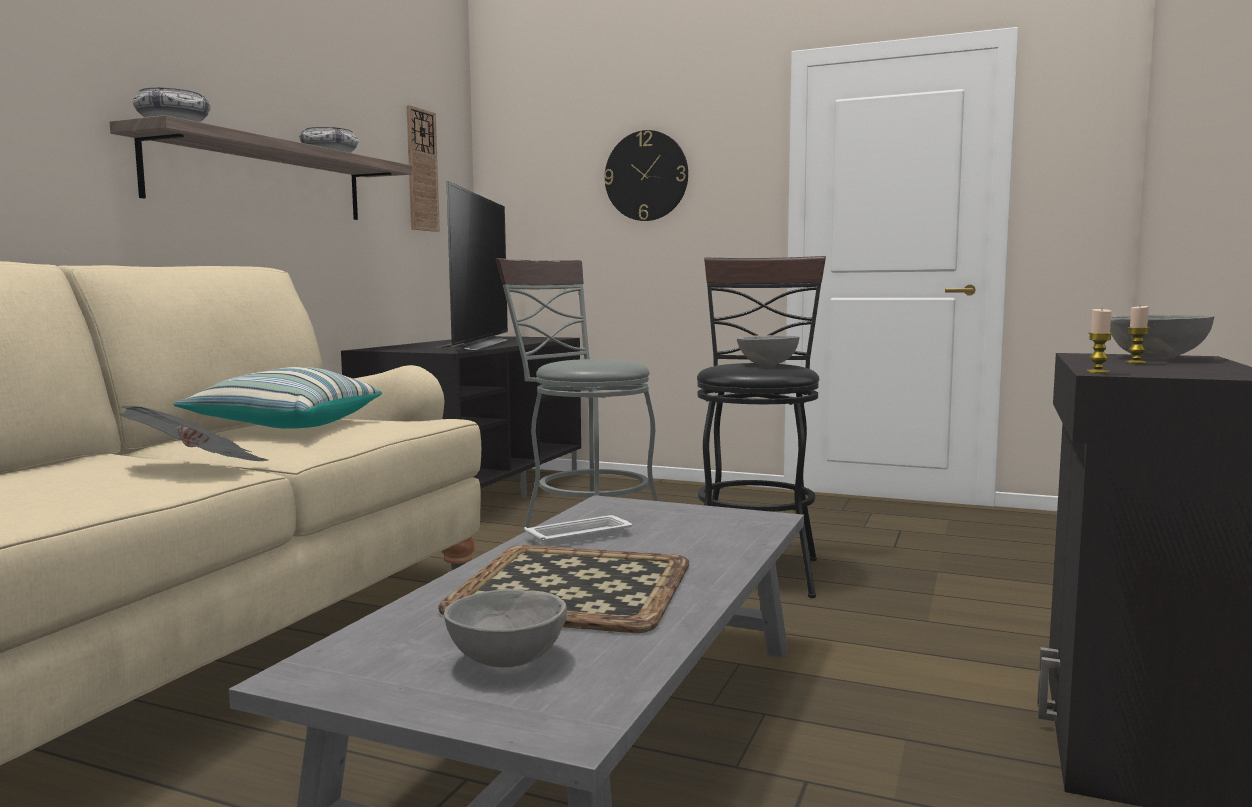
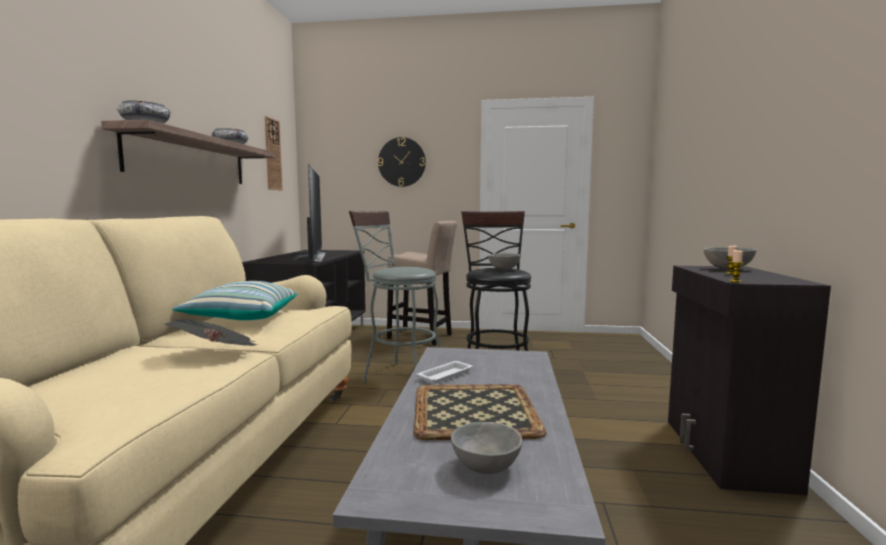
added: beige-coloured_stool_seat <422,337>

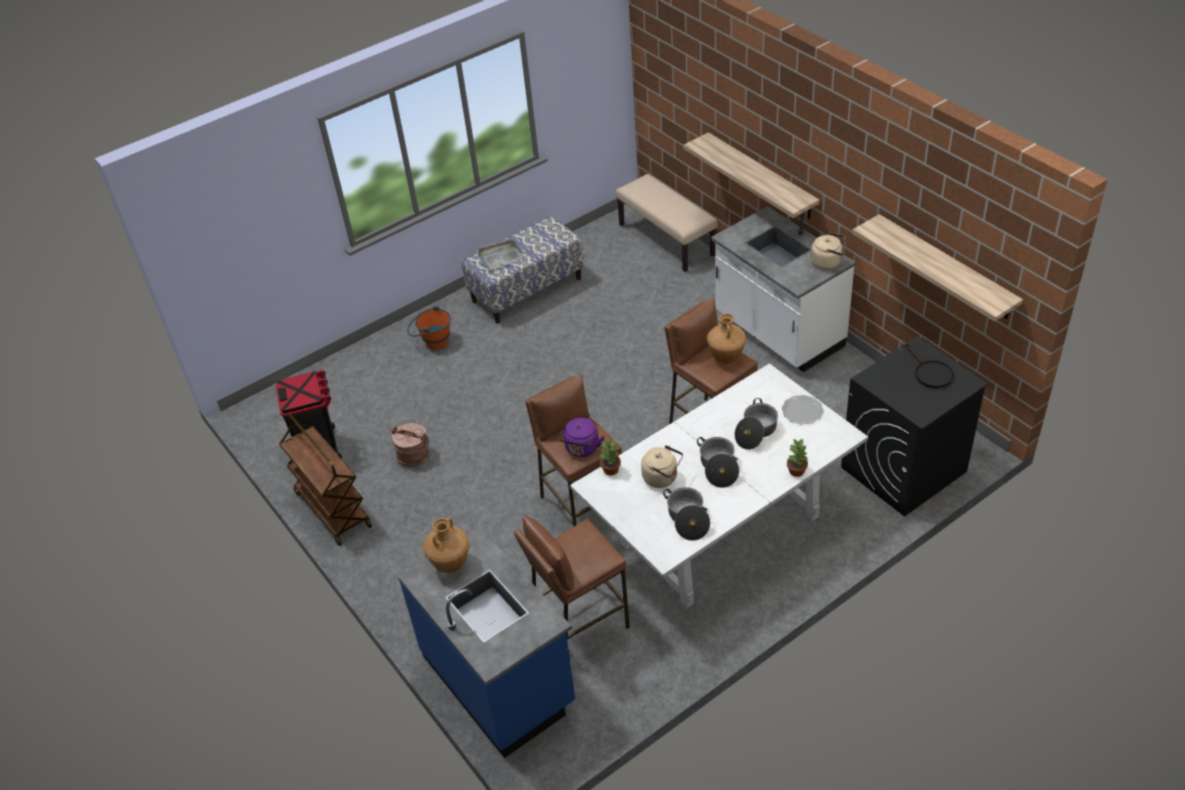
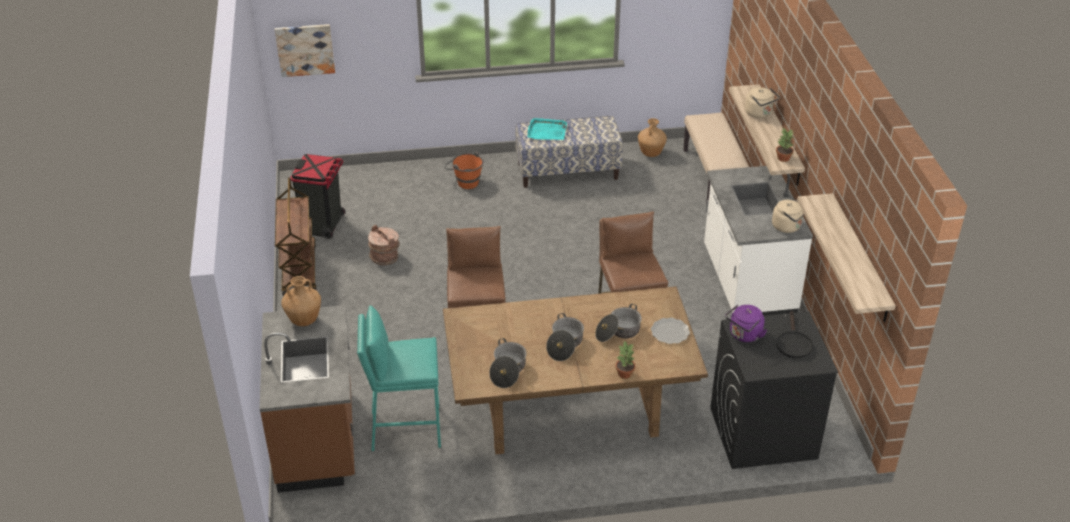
added: picture <305,49>
moved: purple_kettle <581,449> to <744,335>; houseplant <610,470> to <783,158>; beige-coloured_kettle <662,478> to <760,113>; brownish_vase <726,358> to <651,154>
recoloured: bluish_kitchen_base_unit <500,680> to brownish_kitchen_base_unit <318,438>; grey_tray <499,256> to blue-green_tray <547,131>; brownish_stool_seat <579,625> to blue-green_stool_seat <405,428>; white-coloured_dining_table <719,531> to brownish_dining_table <568,410>

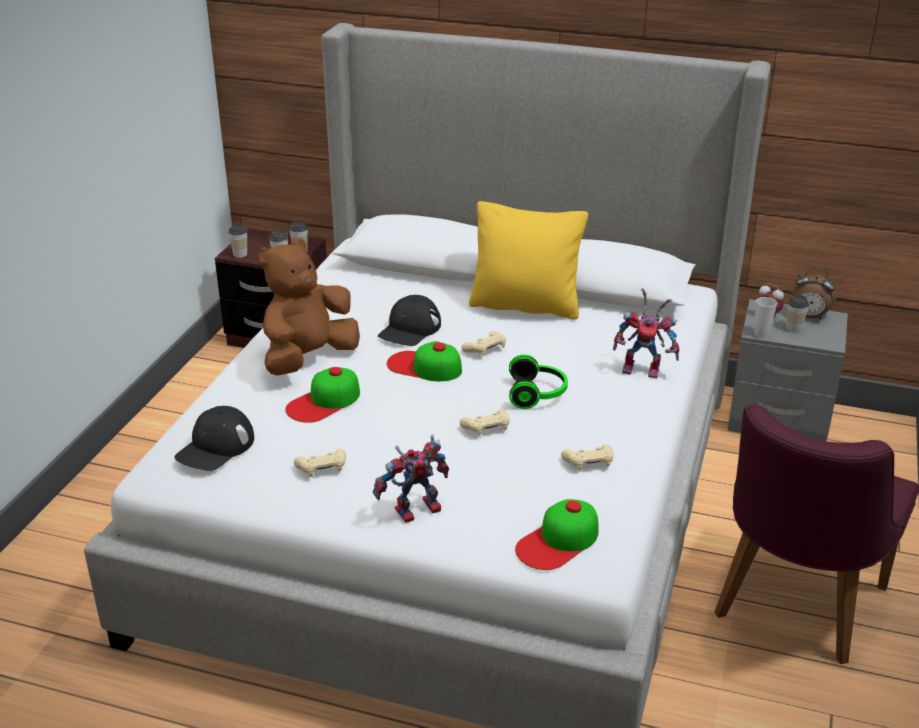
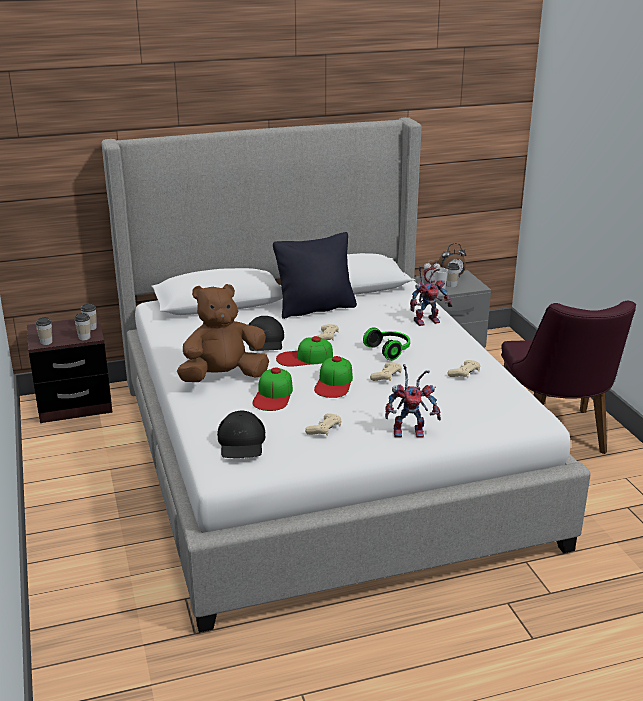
moved: cap <558,541> to <334,383>
recoloured: yellowish_cushion <525,306> to black_cushion <316,309>
turned: brownish_plush_toy <308,359> = <223,377> 60 degrees clockwise; model_robot <415,513> = <411,431> 120 degrees counterclockwise

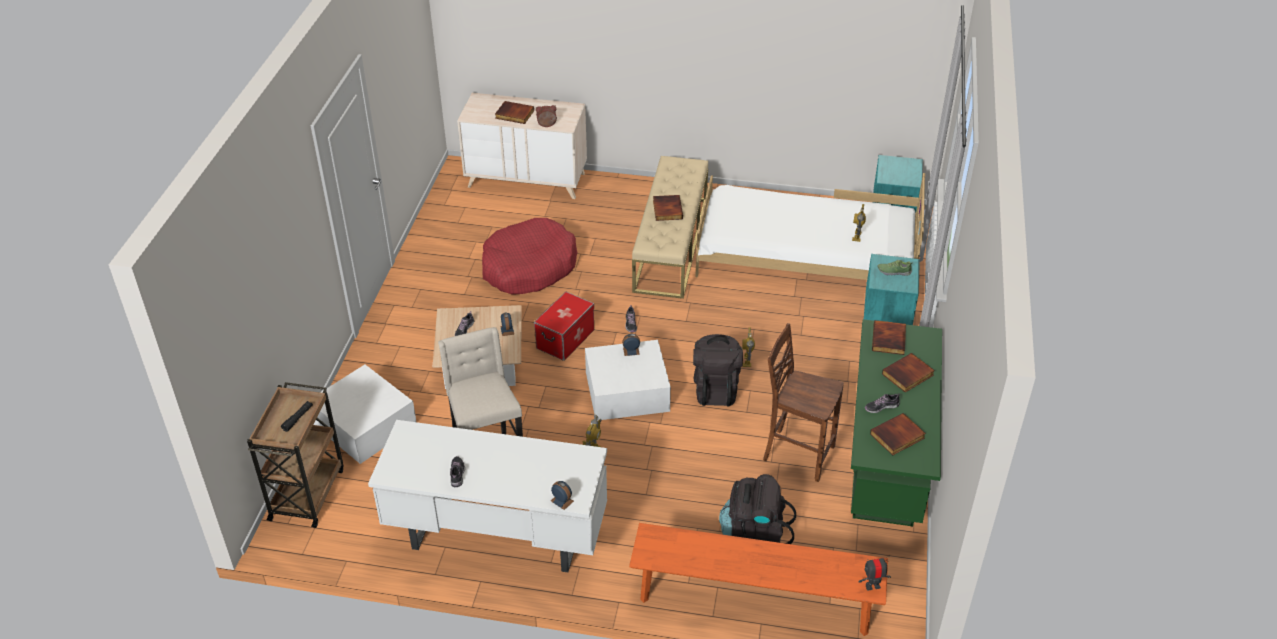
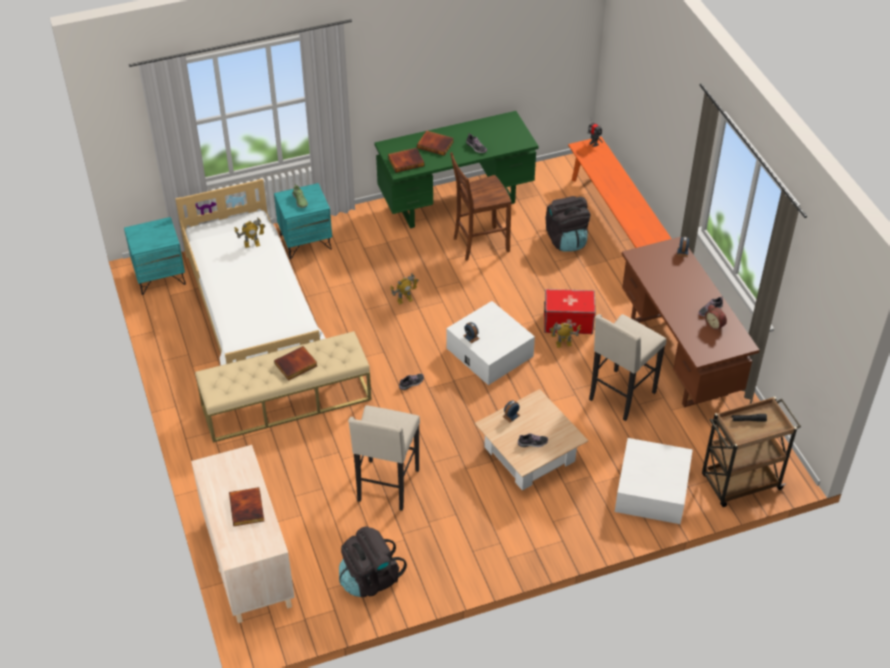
removed: book <897,437>
moved: storage_bin <565,339> to <568,323>; alarm_clock <547,125> to <715,325>; black_knapsack <715,389> to <370,579>
replaced: red_dog_bed <528,267> to beige-coloured_stool_seat <387,486>
recoloured: white-coloured_desk <496,537> to brownish_desk <679,357>
turned: brownish_upright_chair <797,453> = <479,244> 75 degrees clockwise

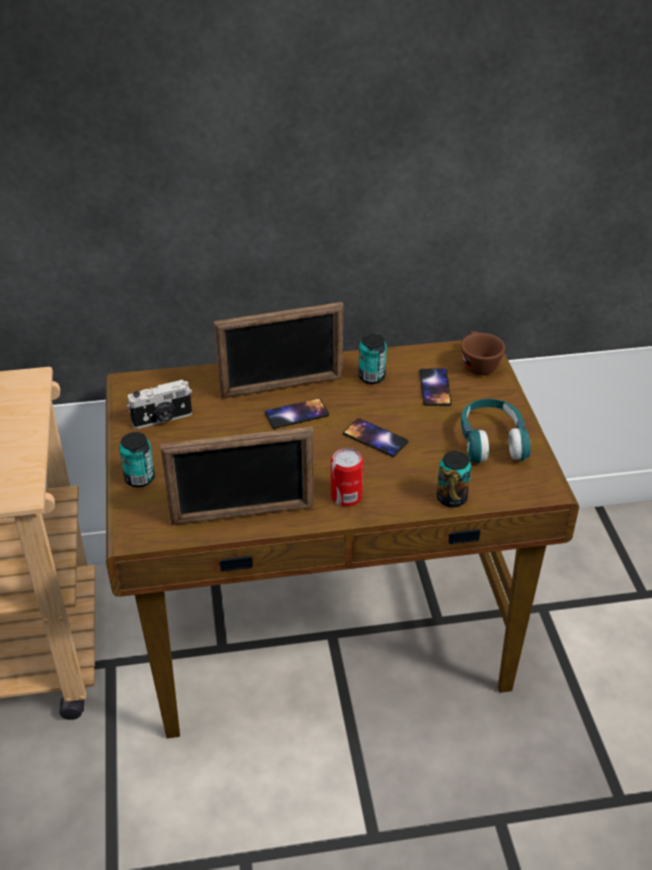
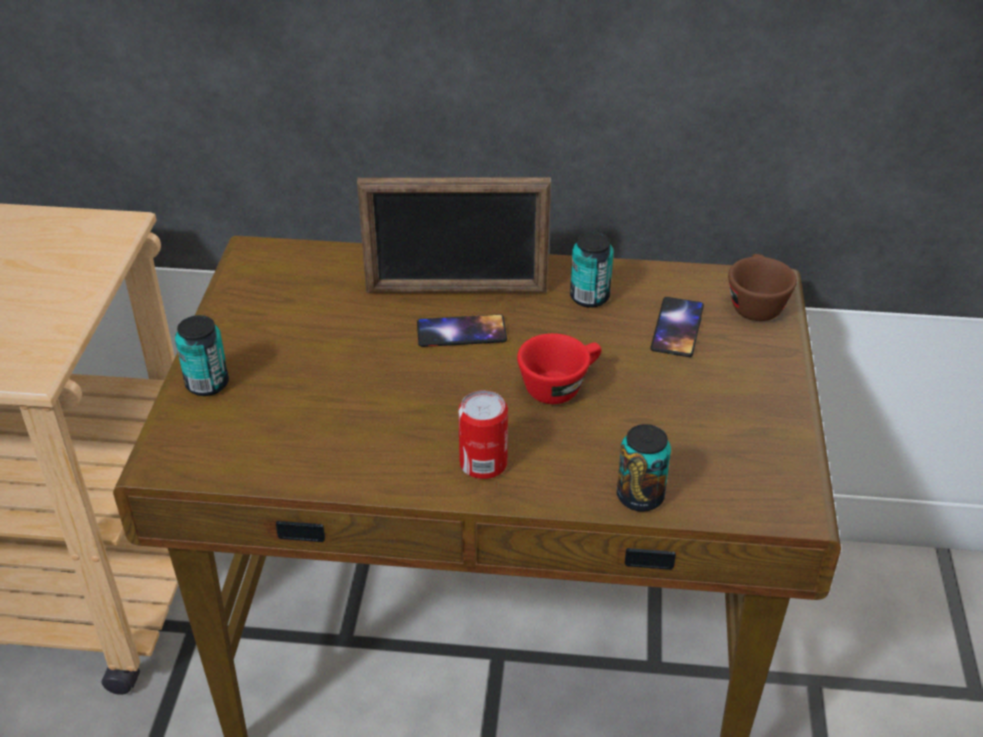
removed: photo_camera <162,419>; picture_frame <242,515>; blue-green_headphones <492,441>
replaced: telephone <375,438> to red_drinking_cup <560,385>

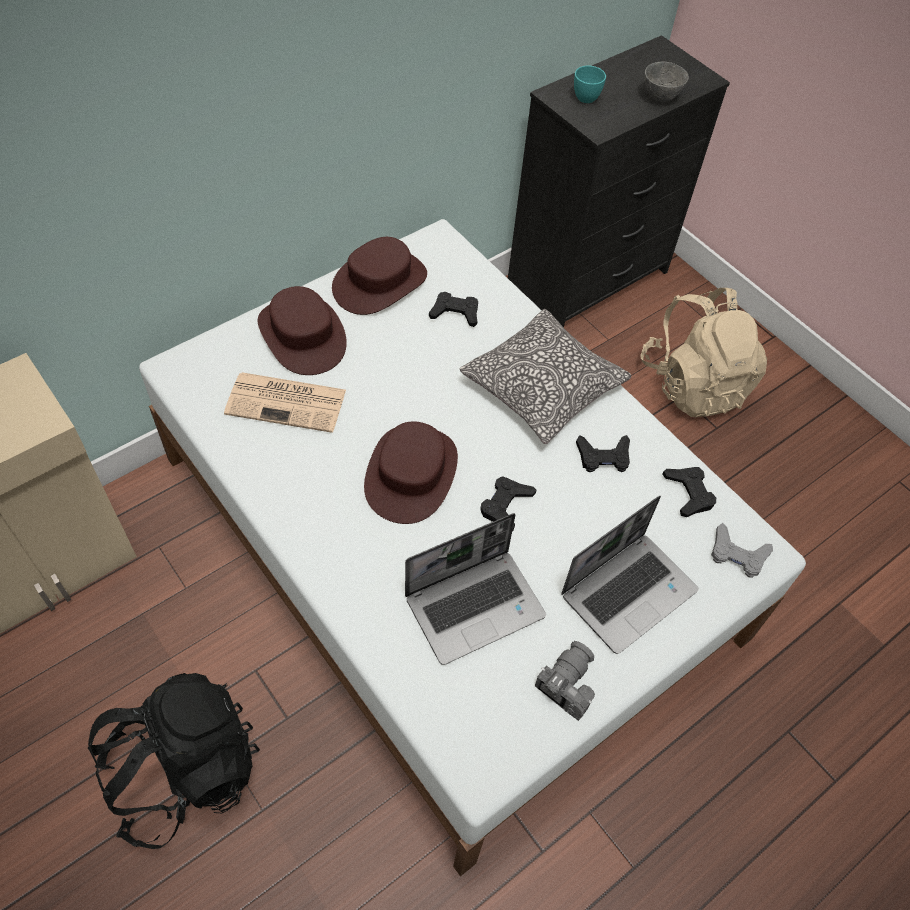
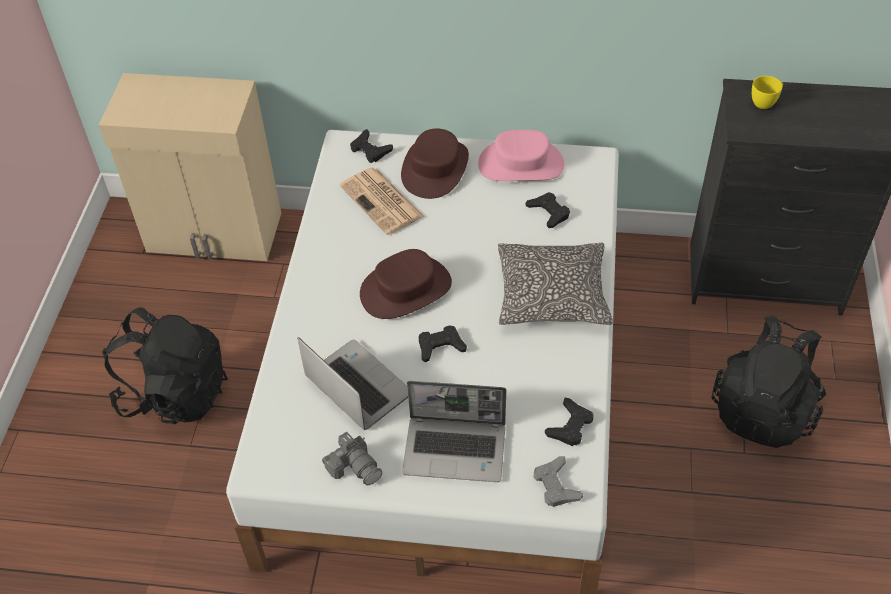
removed: grey_deep_dish <660,96>
moved: black_joypad <603,457> to <370,150>
recoloured: brownish_hat <379,282> to pinkish_hat <521,164>; blue-green_drinking_cup <586,96> to yellowish_drinking_cup <765,102>; beige-coloured_knapsack <694,383> to black_knapsack <763,409>
turned: portable_computer <475,605> = <356,386> 150 degrees counterclockwise; photo_camera <565,685> = <355,466> 60 degrees clockwise

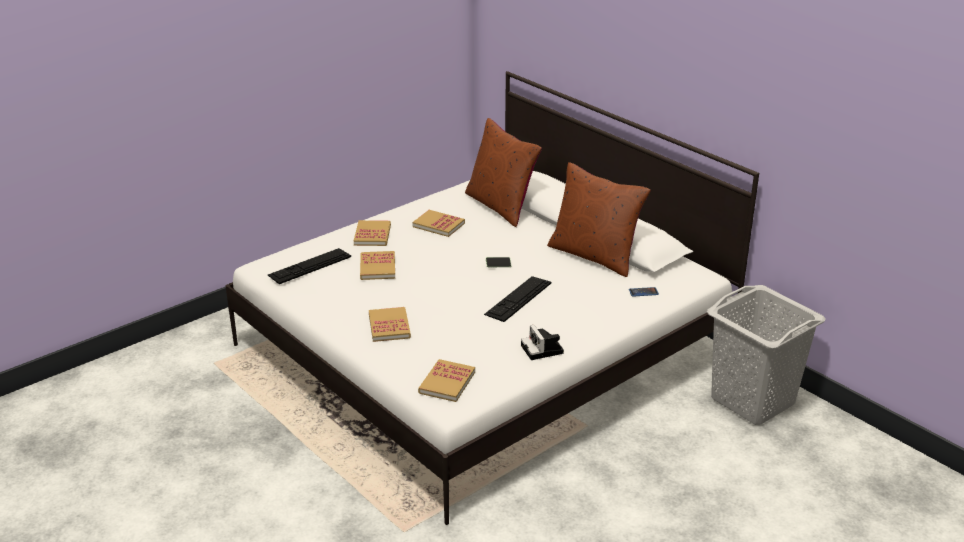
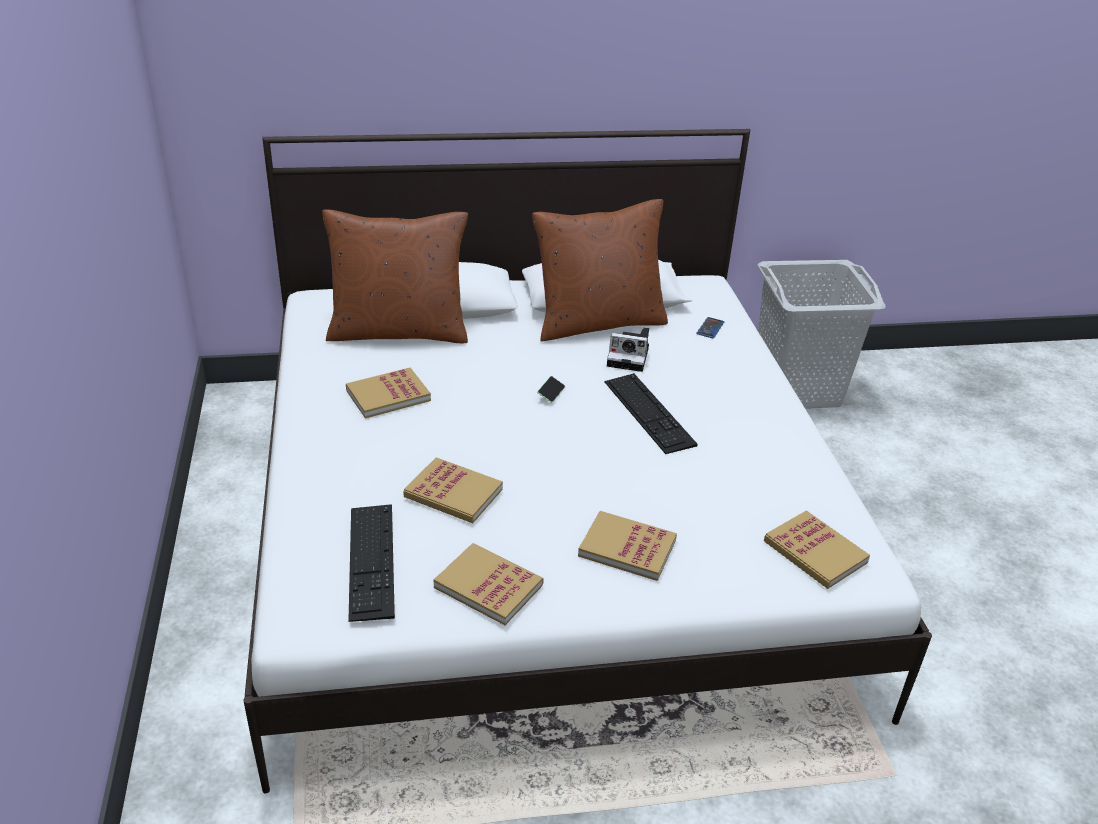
moved: book <372,235> to <488,586>; photo_camera <543,350> to <630,357>

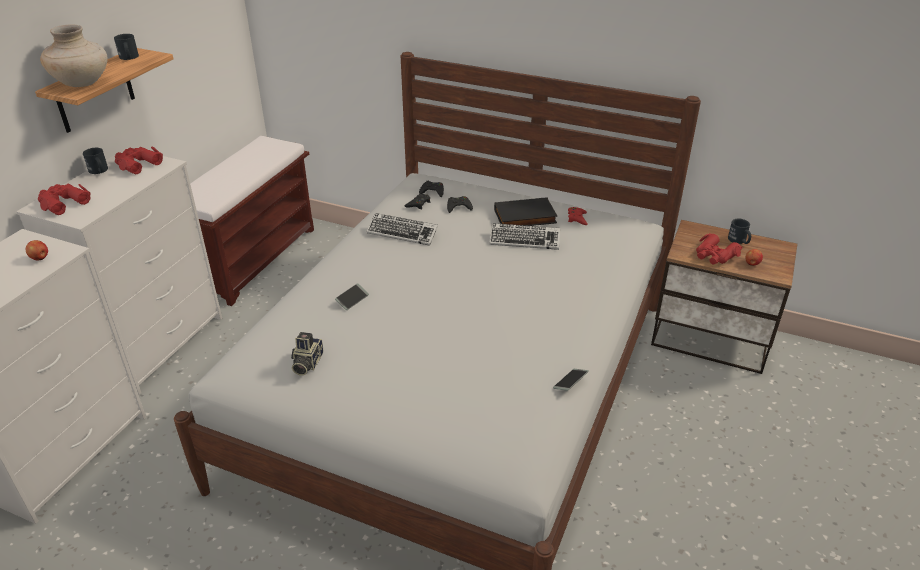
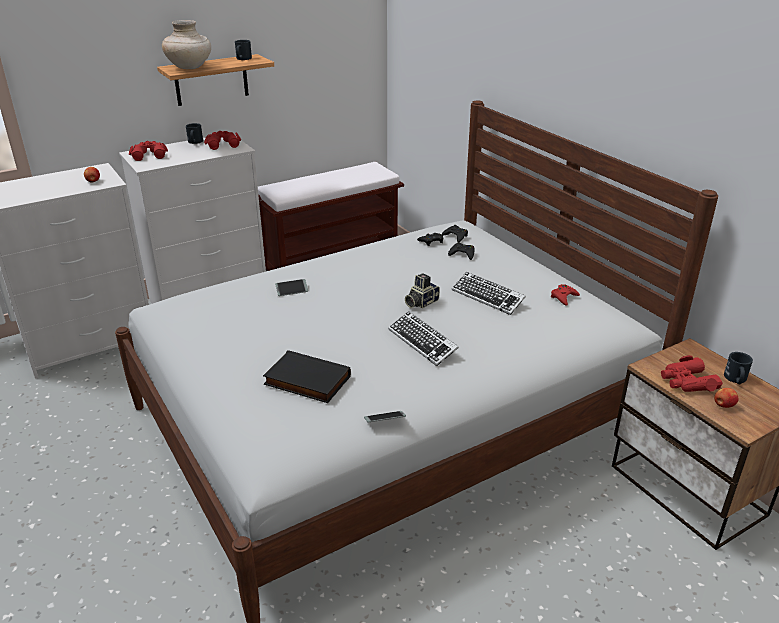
moved: photo_camera <306,363> to <420,302>; keyboard <402,233> to <422,342>; black_book <525,217> to <306,381>

